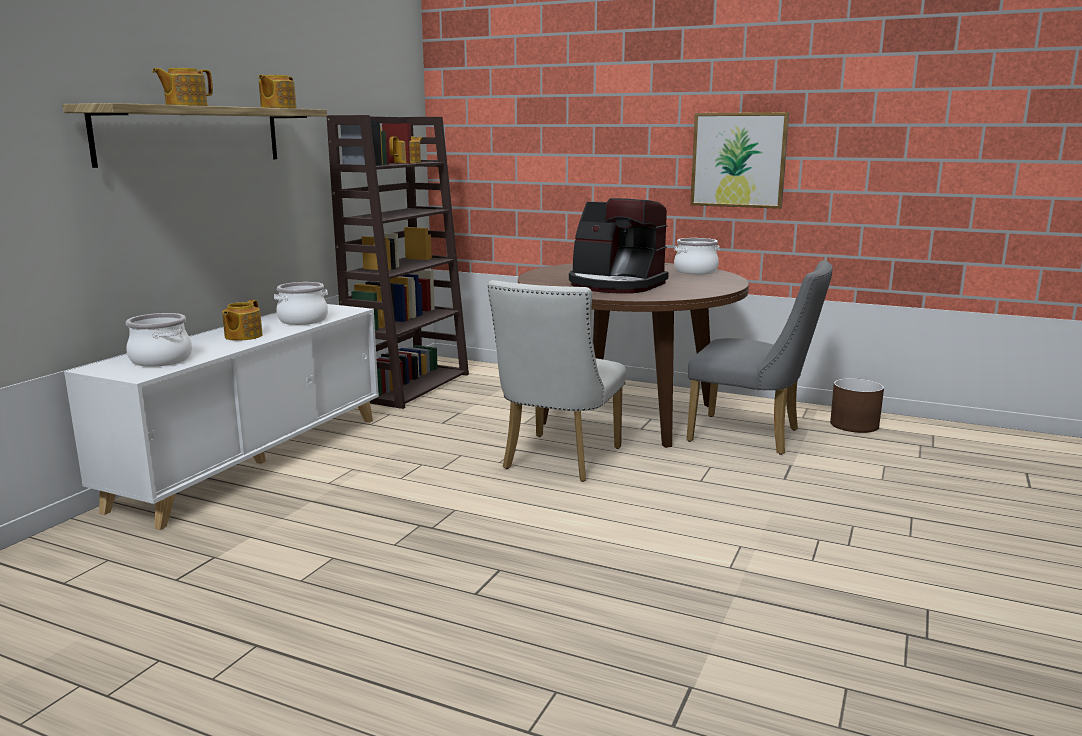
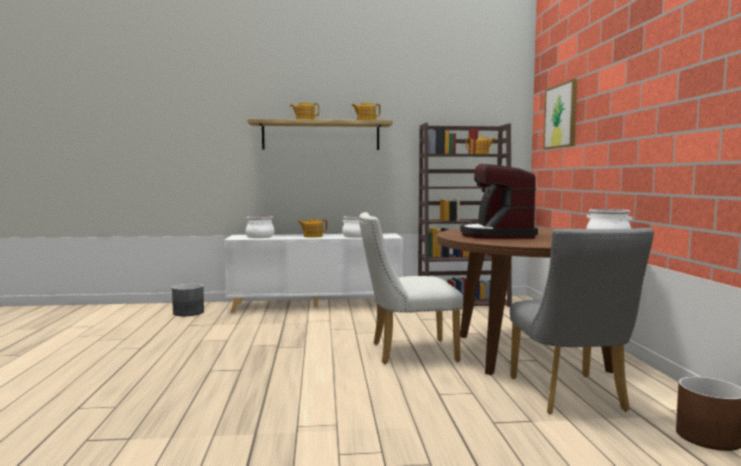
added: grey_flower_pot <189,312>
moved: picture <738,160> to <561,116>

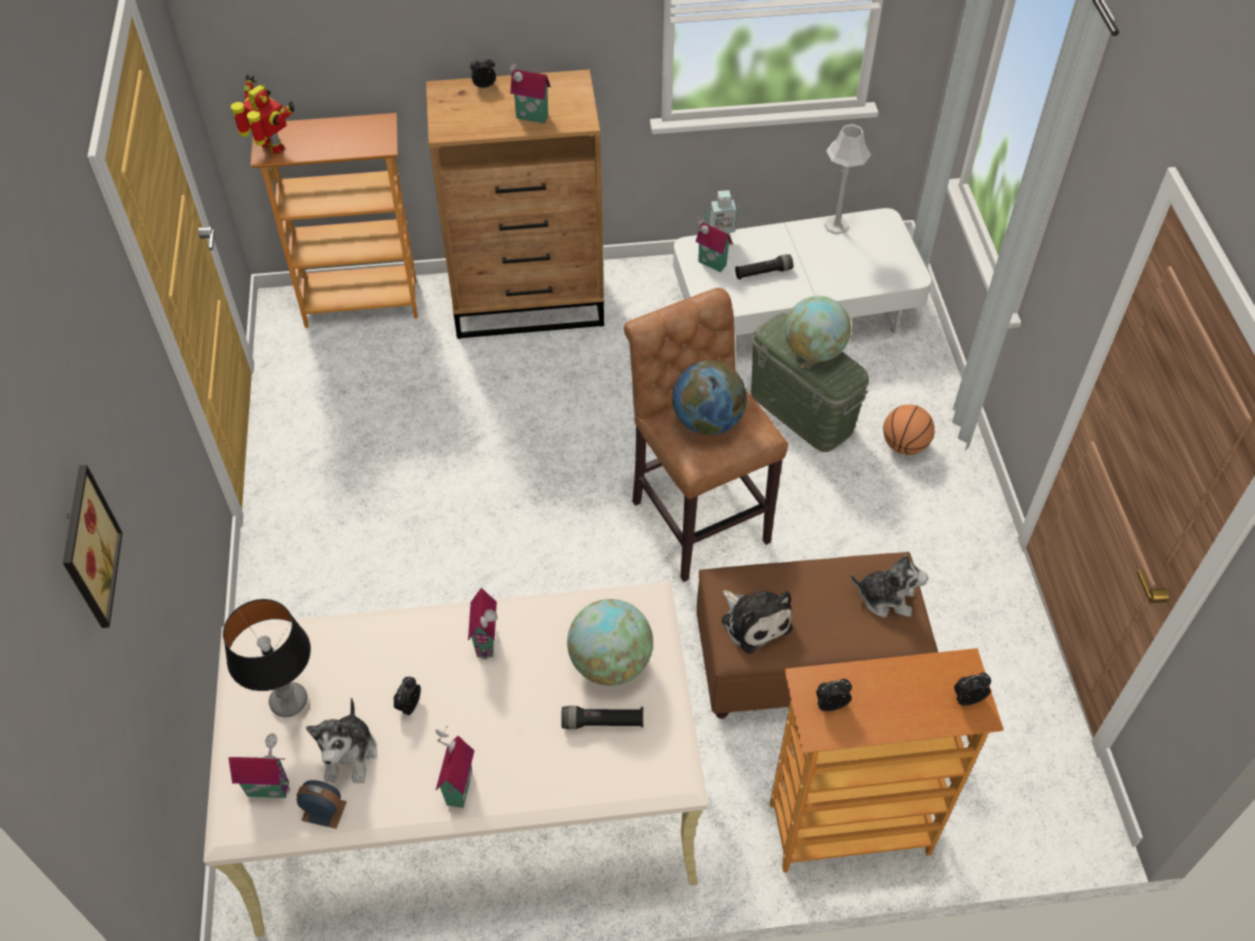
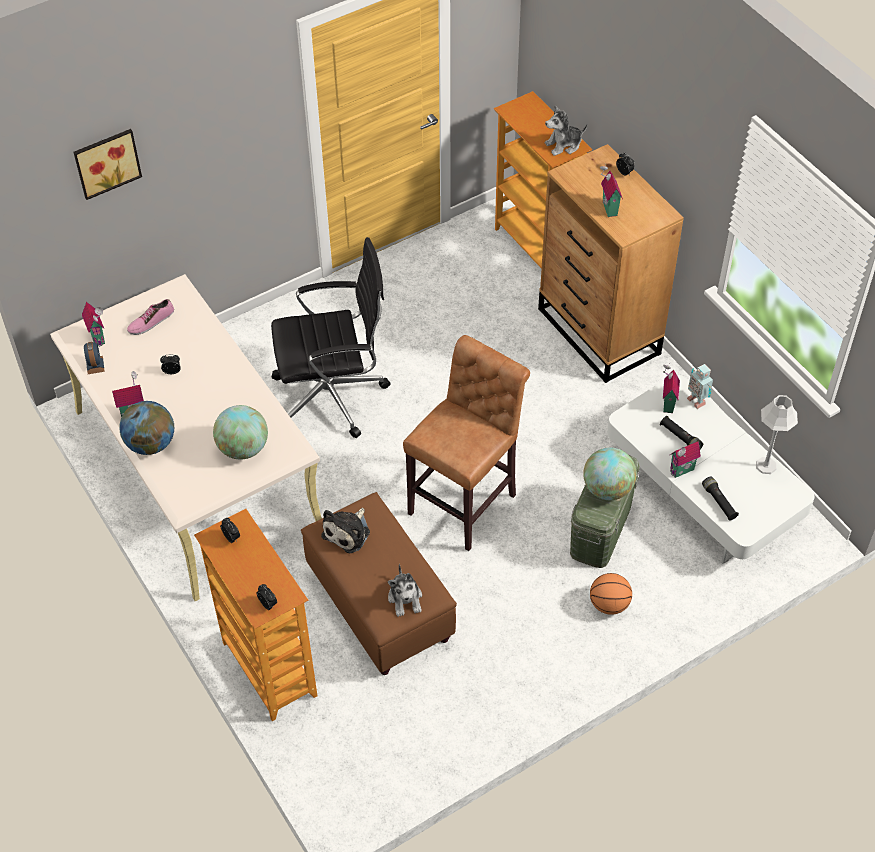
removed: model_robot <271,148>
added: black_desk_chair <333,395>
moved: plush_toy <350,754> to <564,145>; toy_house <488,641> to <682,471>; black_hand_torch <602,722> to <719,502>; globe <707,421> to <151,444>
replaced: table_lamp <289,701> to low_shoe <151,321>

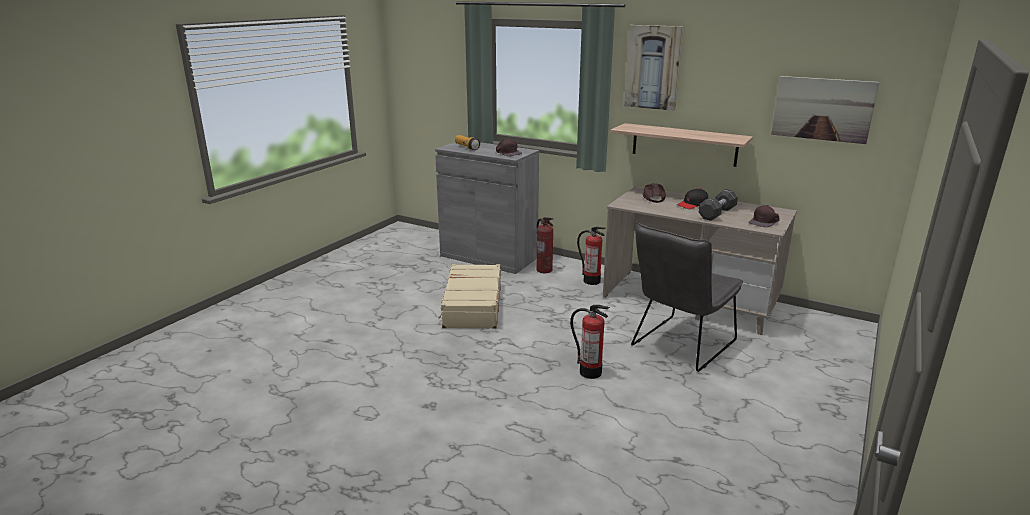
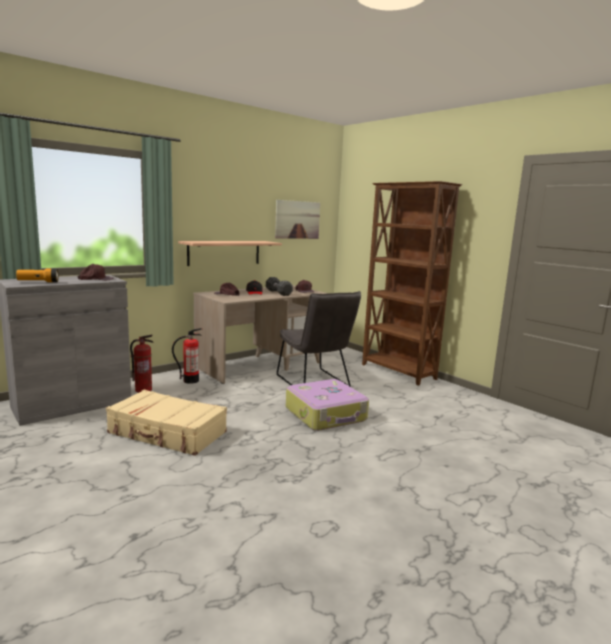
removed: picture <653,67>
added: brownish_shelving_unit <398,372>
replaced: fire-fighting_cylinder <590,372> to suitcase <326,414>

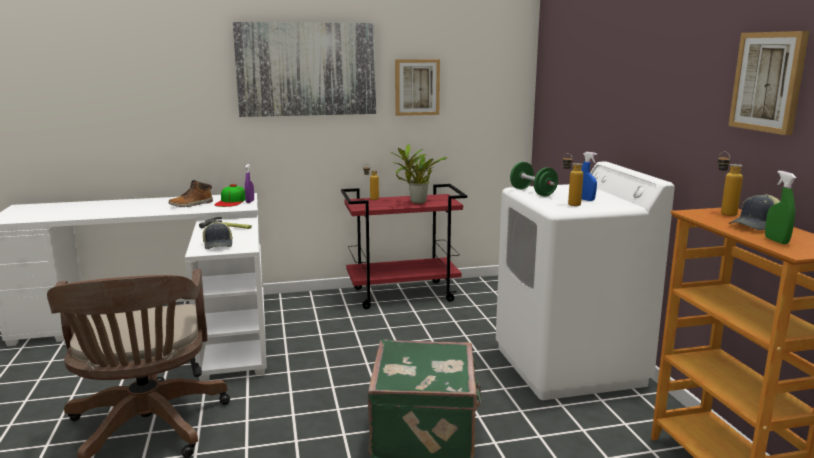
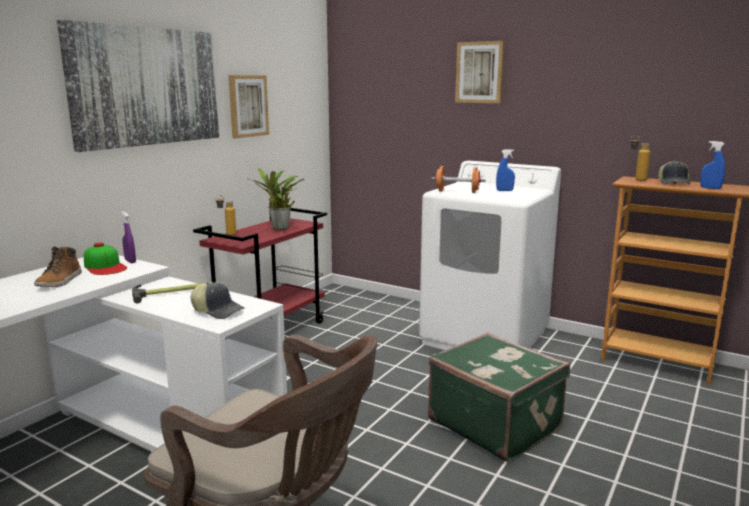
removed: drink_bottle <569,204>
moved: picture <768,82> to <480,72>
recoloured: greenish_hand_weight <532,192> to orange-coloured_hand_weight <457,192>; greenish_sprayer <776,241> to bluish_sprayer <710,188>

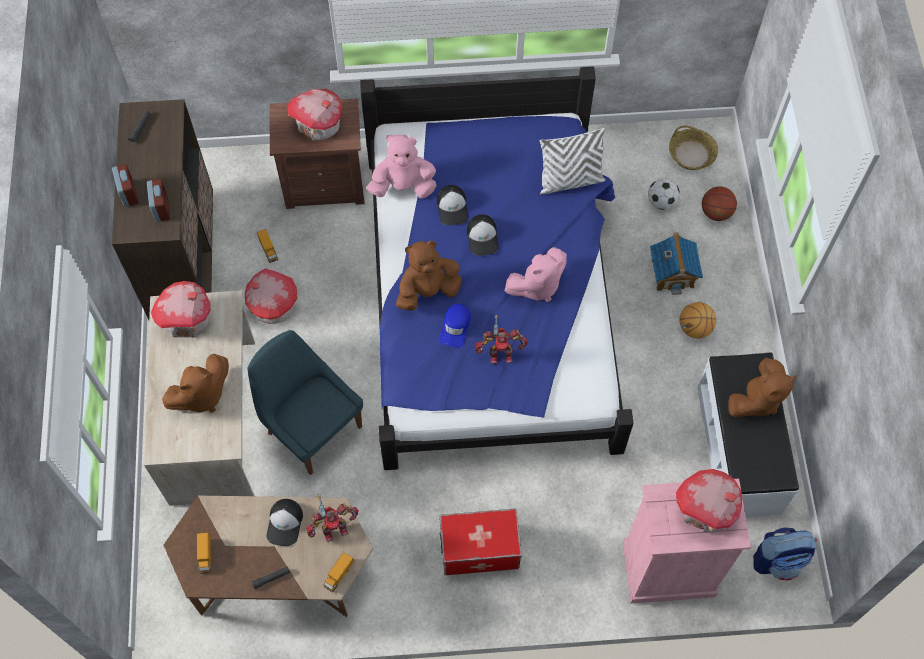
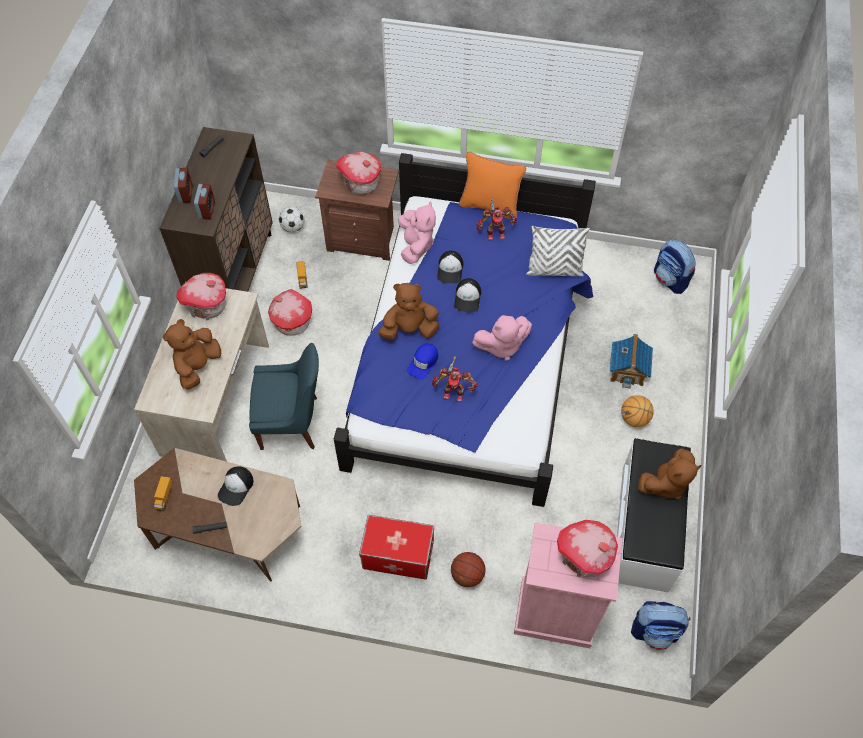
removed: model_truck <339,574>
added: orange-coloured_cushion <490,206>
moved: model_robot <334,528> to <495,233>; football <661,202> to <293,227>; basketball_ball <716,212> to <467,575>
replaced: household_basket <692,154> to knapsack <670,280>
turned: brownish_plush_toy <201,395> = <198,366> 135 degrees clockwise; bluish_upright_chair <312,427> = <292,423> 120 degrees clockwise; pinkish_plush_toy <403,186> = <416,246> 75 degrees clockwise

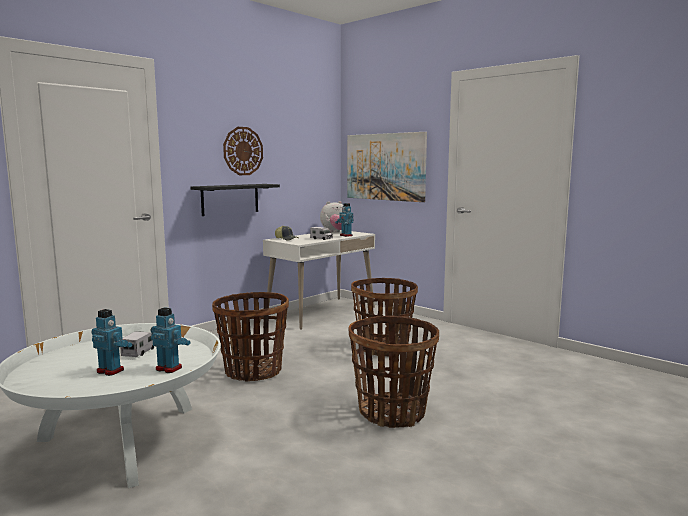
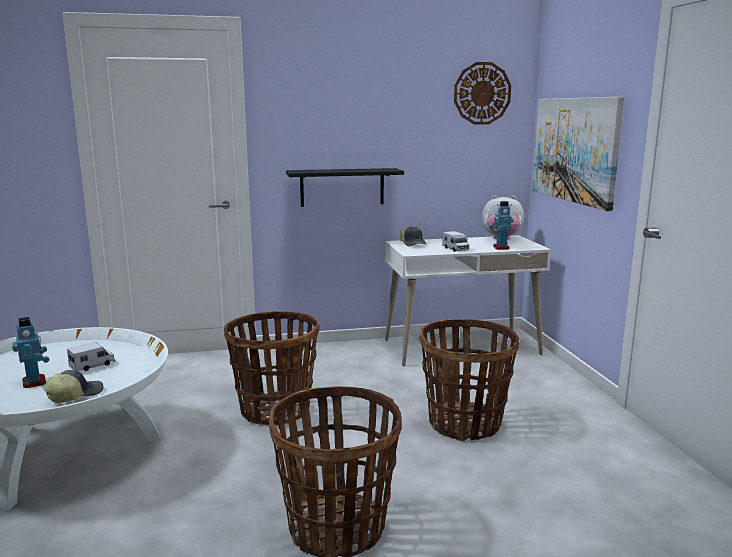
moved: hanging_clock <243,151> to <482,93>
replaced: model_robot <169,368> to cap <75,395>

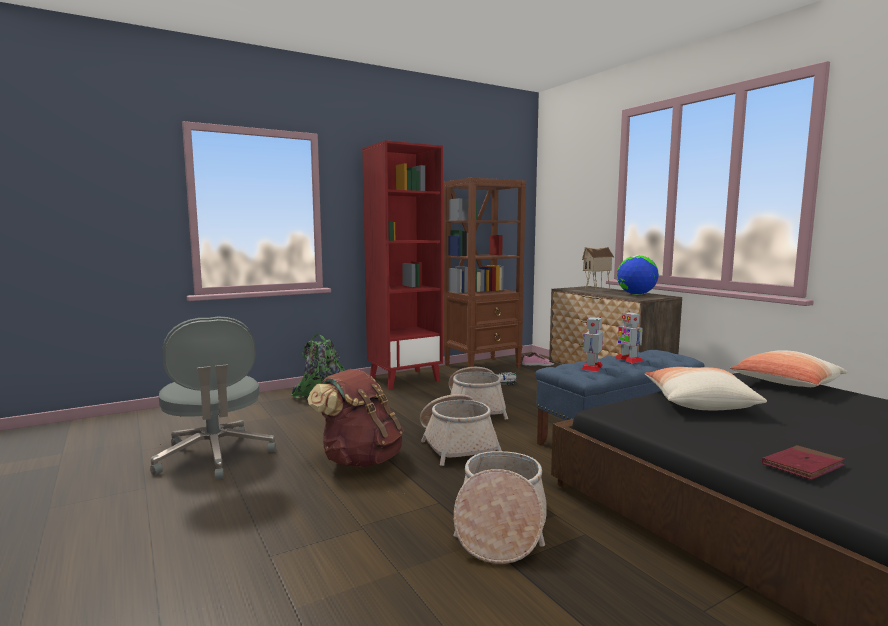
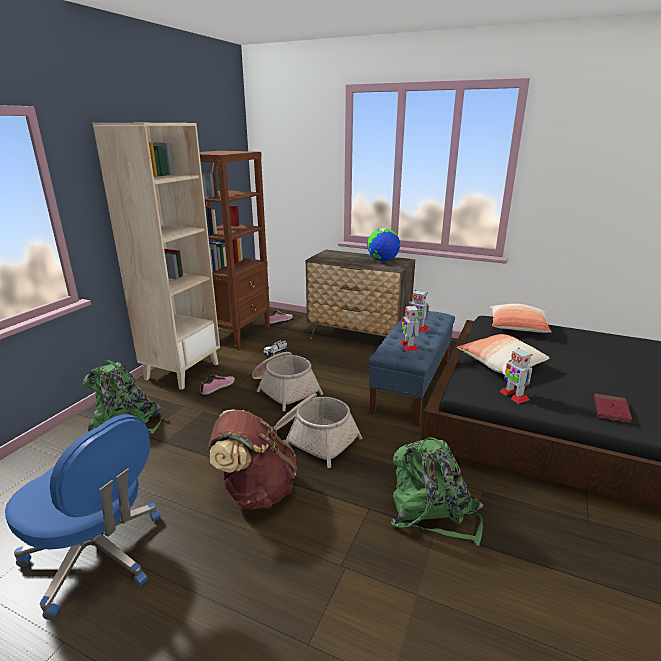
removed: toy_house <597,289>
added: low_shoe <218,387>; model_robot <513,395>
replaced: household_basket <500,527> to greenish_knapsack <432,512>
recoloured: grey_desk_chair <215,456> to bluish_desk_chair <97,556>; red_shelving_unit <405,379> to beige-coloured_shelving_unit <182,371>

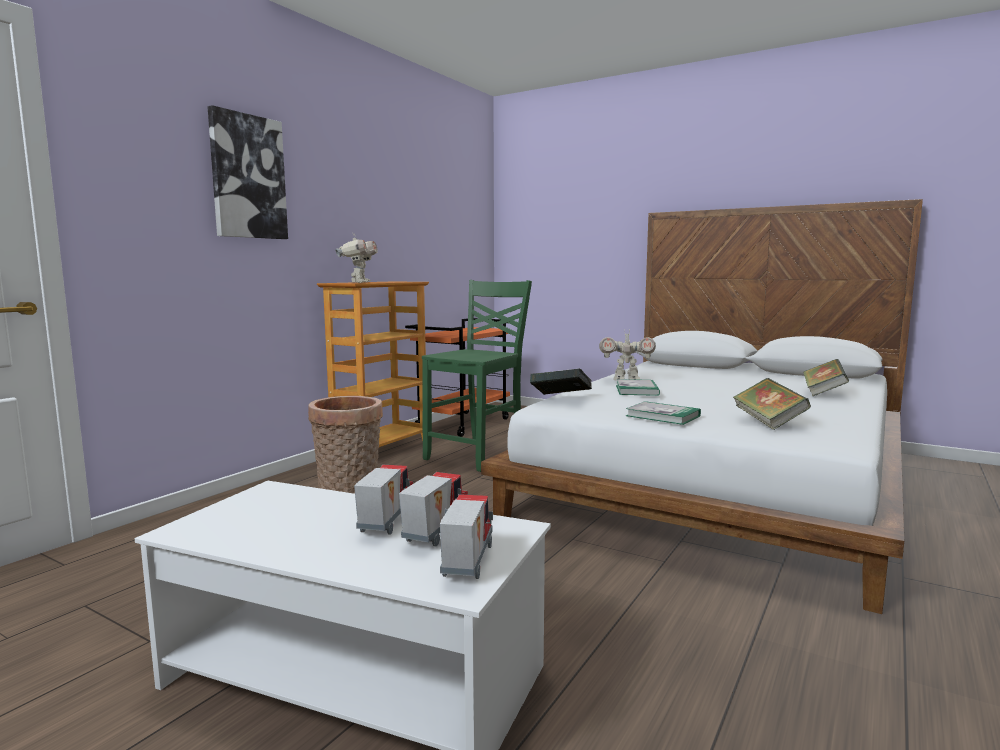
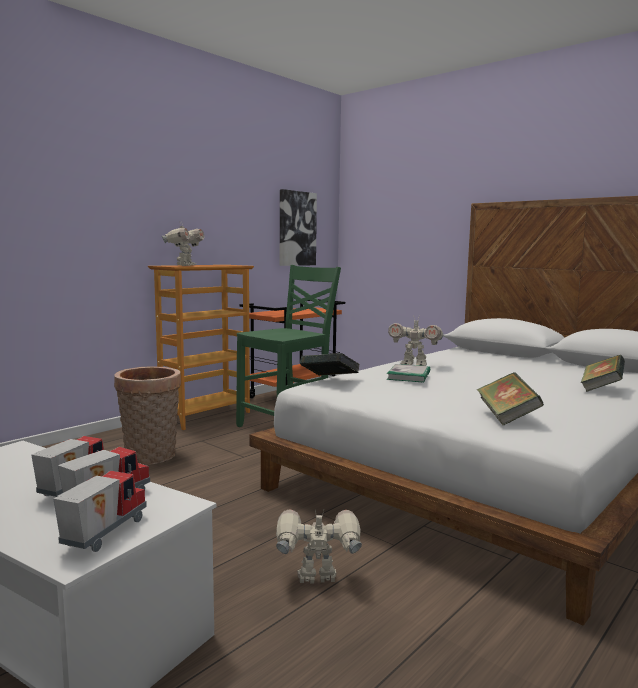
removed: book <663,416>
added: model_robot <317,580>
moved: picture <247,177> to <296,228>

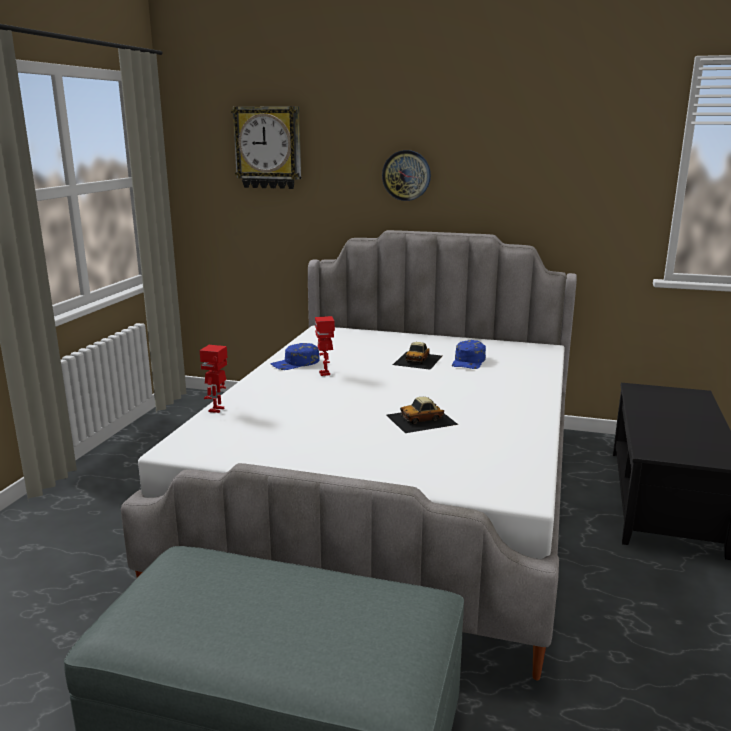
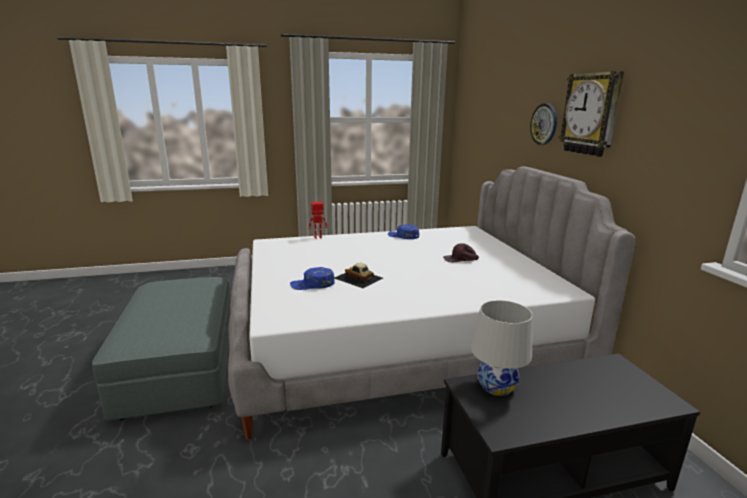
removed: model_robot <325,373>
added: white-coloured_table_lamp <496,386>
moved: hanging_clock <268,148> to <591,114>; bluish_cap <469,362> to <312,284>
replaced: miniature_car <418,360> to brownish_cap <460,259>

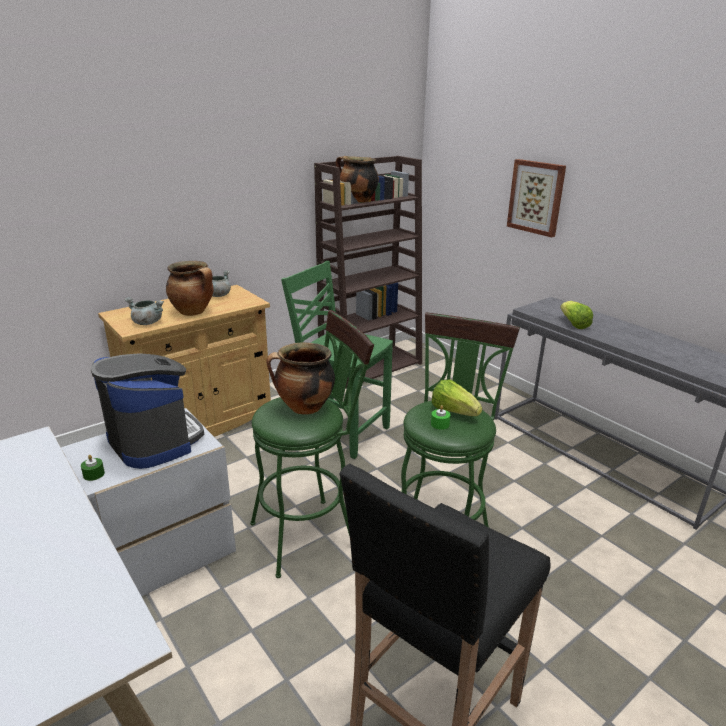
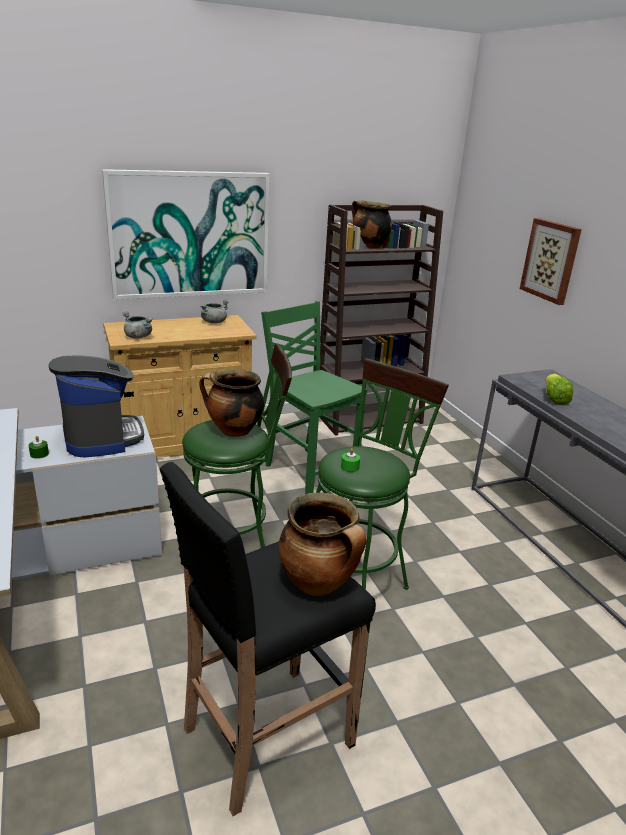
removed: lettuce <454,412>
added: picture <190,235>
moved: saucepot <194,312> to <319,584>

